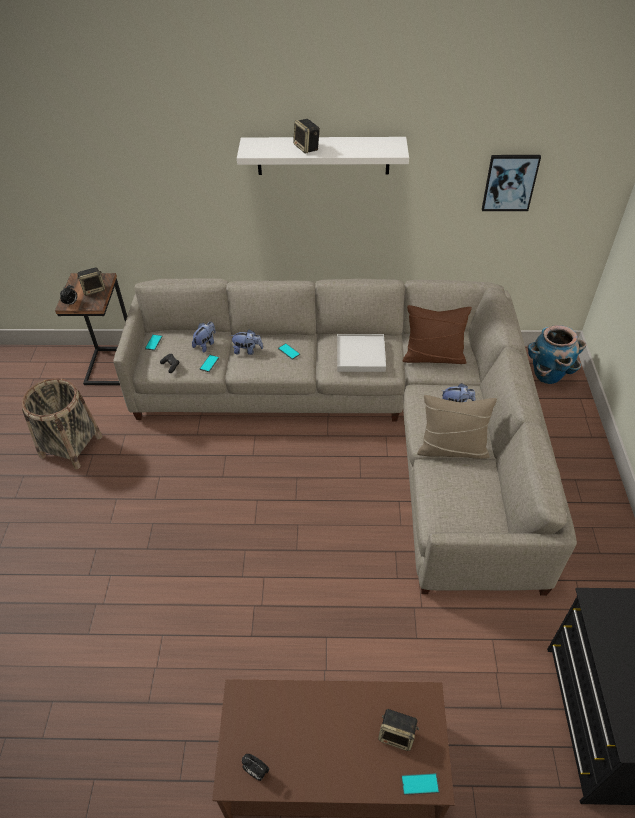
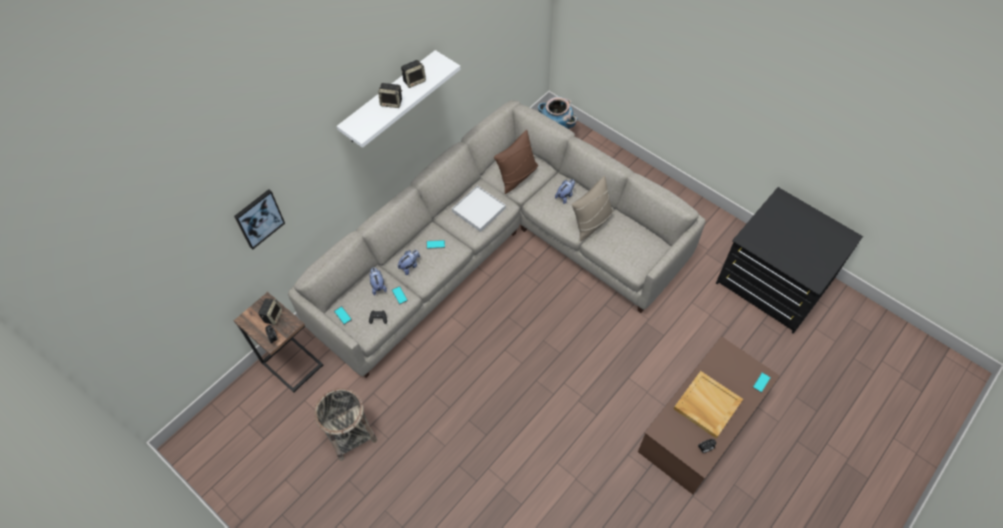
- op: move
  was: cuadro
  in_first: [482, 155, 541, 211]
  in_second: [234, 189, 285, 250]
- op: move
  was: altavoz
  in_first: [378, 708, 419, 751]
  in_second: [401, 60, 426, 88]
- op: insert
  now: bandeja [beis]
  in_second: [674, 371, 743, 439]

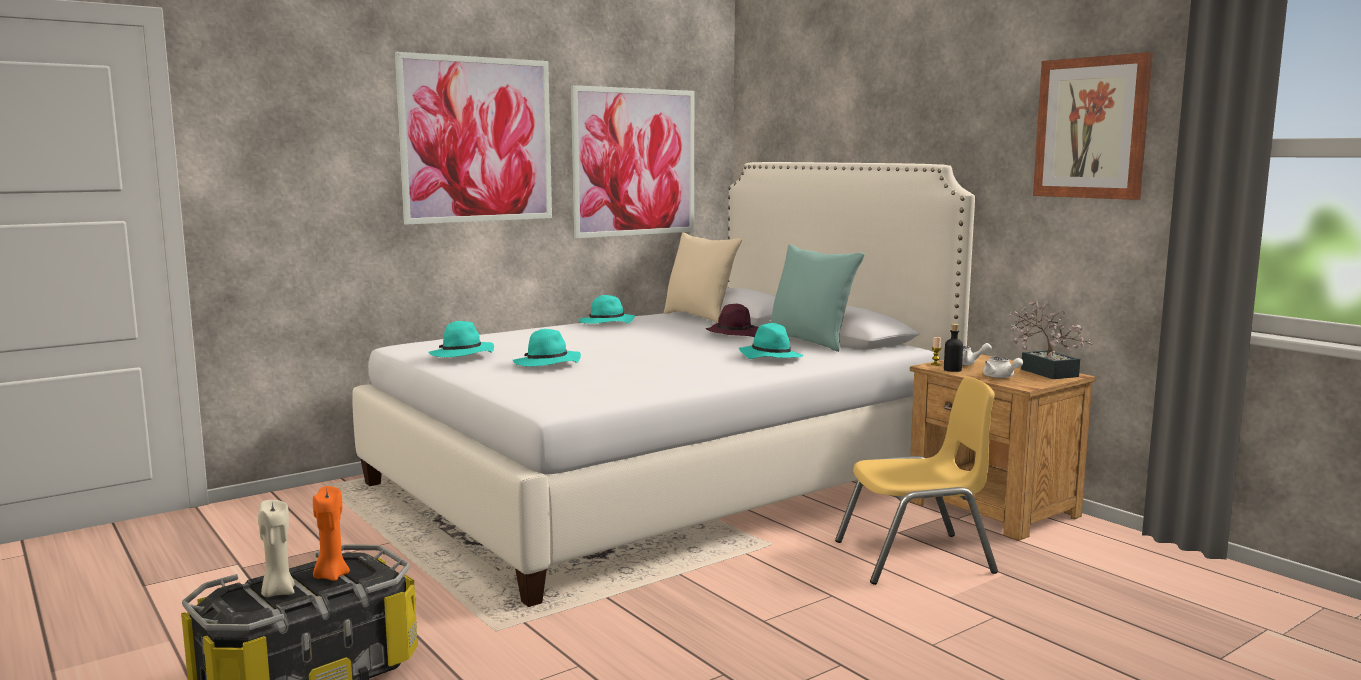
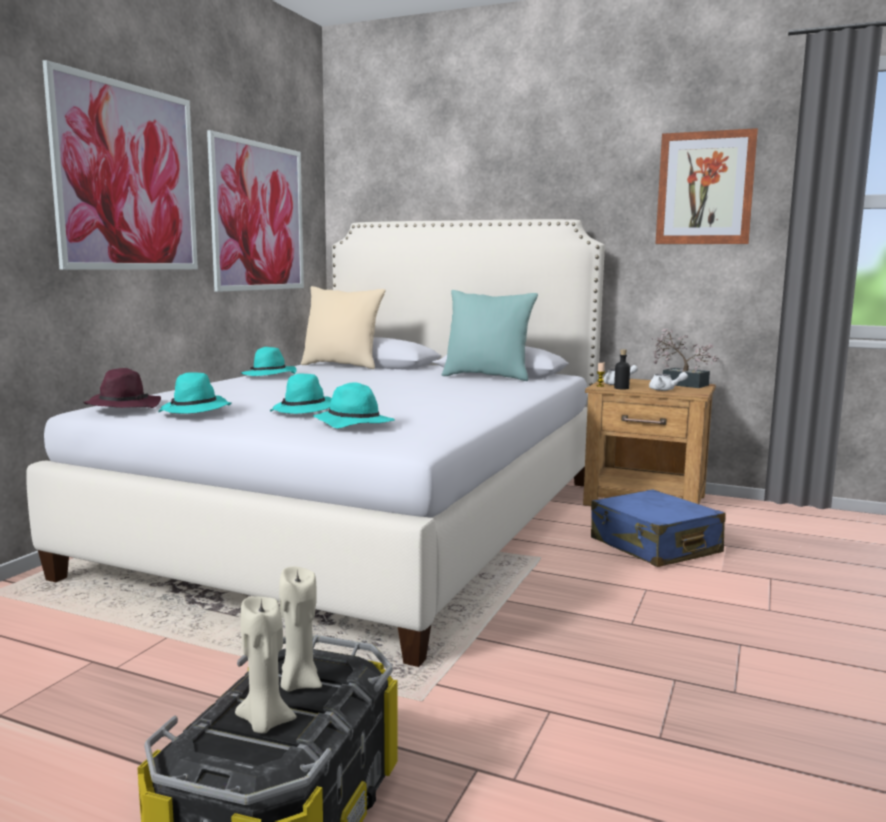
- op: move
  was: sombrero [morado]
  in_first: [705, 304, 758, 337]
  in_second: [83, 368, 161, 408]
- op: recolor
  was: vela [naranja]
  now: vela [beis]
  in_first: [313, 486, 350, 581]
  in_second: [279, 566, 322, 692]
- op: move
  was: sombrero [turquesa]
  in_first: [739, 323, 803, 359]
  in_second: [313, 382, 395, 428]
- op: replace
  was: silla [amarillo]
  now: maleta [azul]
  in_first: [835, 377, 998, 585]
  in_second: [591, 489, 726, 567]

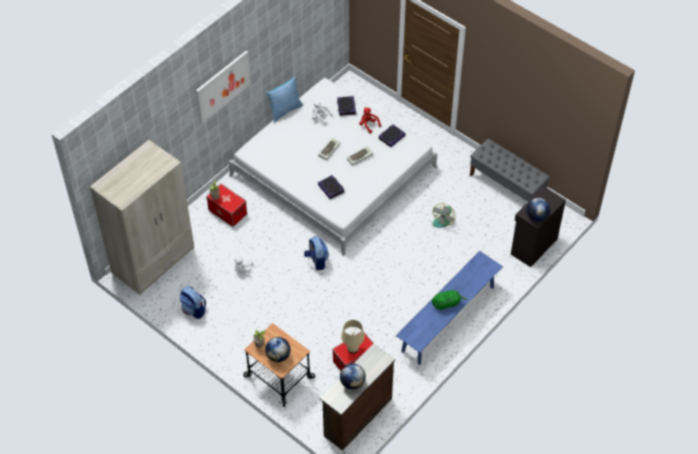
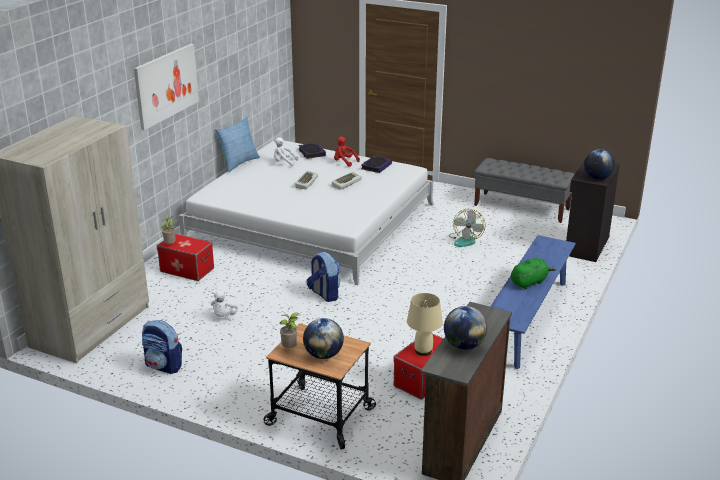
- op: delete
  was: libro
  in_first: [318, 175, 345, 199]

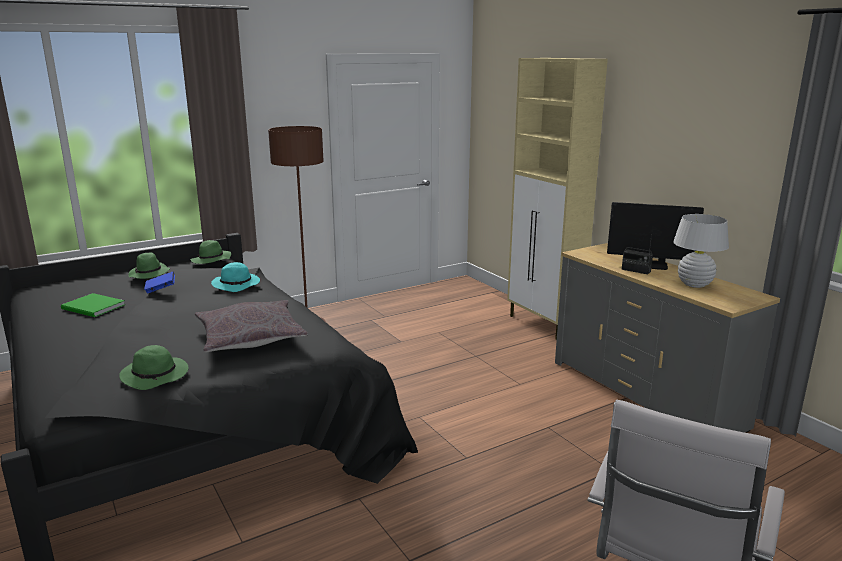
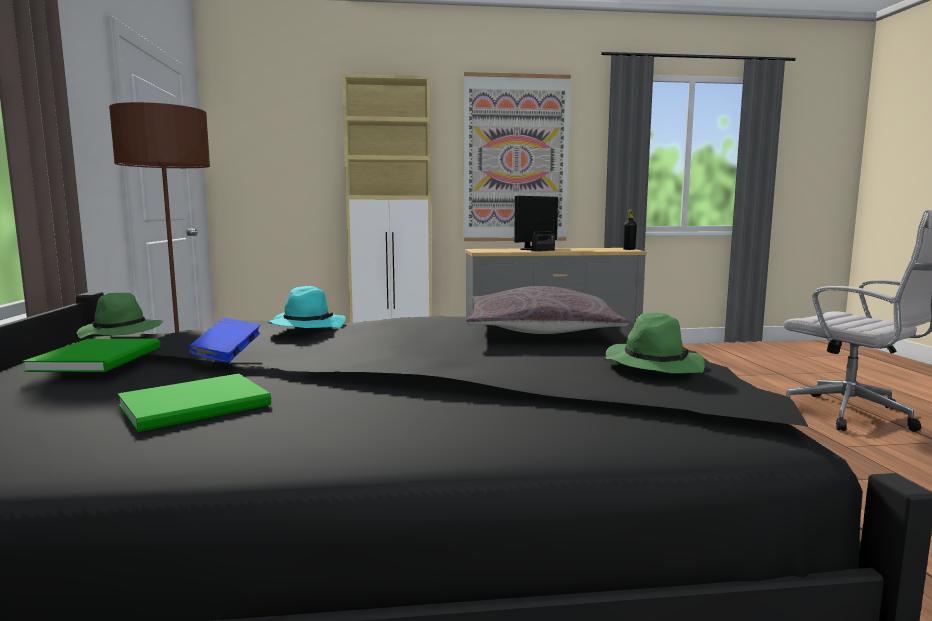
- op: replace
  was: sombrero [verde]
  now: libro [verde]
  in_first: [128, 253, 170, 279]
  in_second: [23, 339, 160, 372]
- op: insert
  now: cuadro
  in_second: [464, 72, 571, 241]
- op: insert
  now: botella [negro]
  in_second: [623, 210, 637, 250]
- op: delete
  was: lámpara de mesa [blanco]
  in_first: [673, 214, 729, 288]

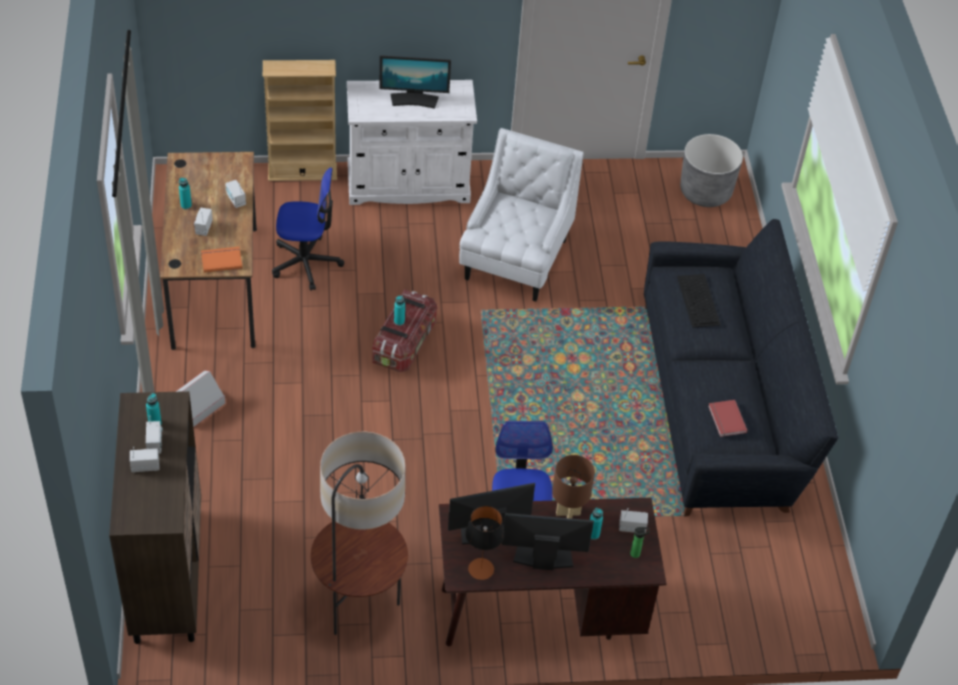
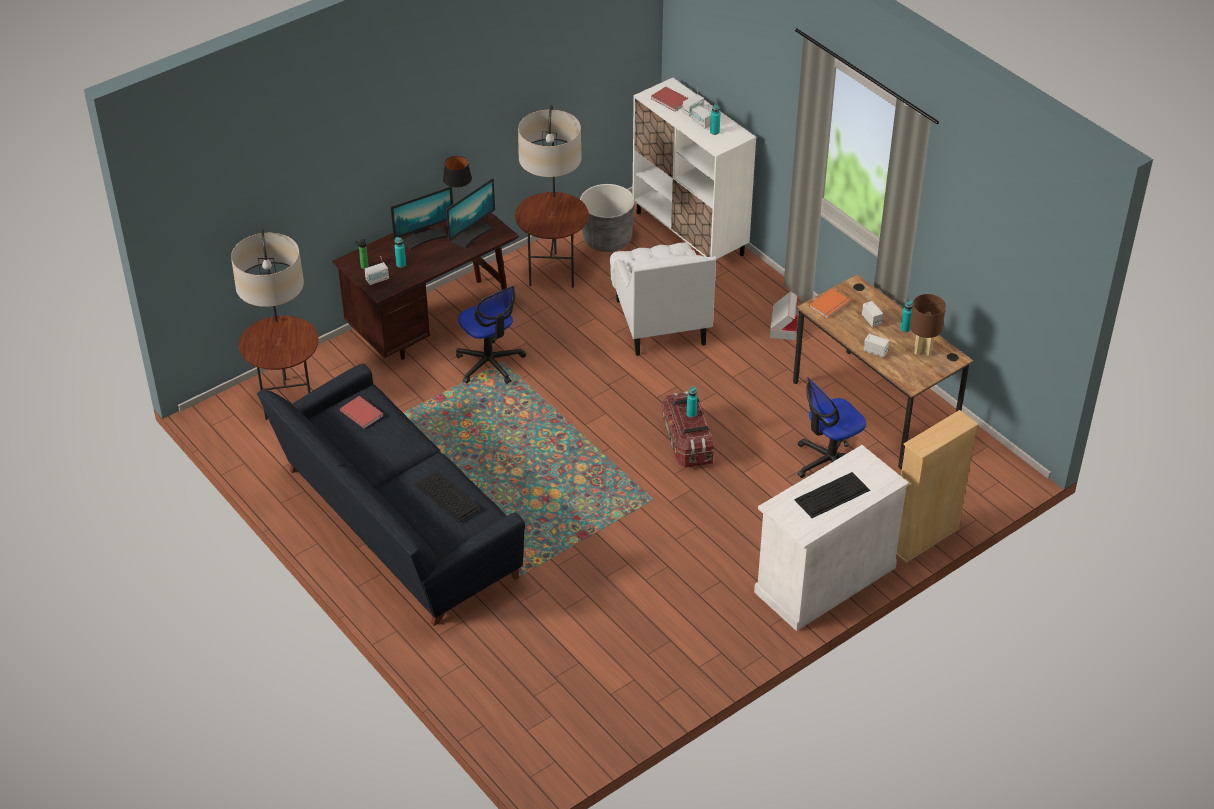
- op: insert
  now: lámpara de pie
  in_second: [231, 228, 319, 420]
- op: move
  was: maceta [gris]
  in_first: [680, 134, 743, 207]
  in_second: [580, 184, 635, 252]
- op: move
  was: sillón [blanco]
  in_first: [459, 128, 584, 302]
  in_second: [610, 242, 716, 356]
- op: recolor
  was: armario [marrón]
  now: armario [blanco]
  in_first: [109, 391, 201, 644]
  in_second: [633, 78, 756, 259]
- op: insert
  now: libro [rojo]
  in_second: [651, 87, 689, 112]
- op: replace
  was: monitor
  now: teclado
  in_first: [379, 55, 451, 109]
  in_second: [794, 472, 870, 518]
- op: move
  was: lámpara de mesa [marrón]
  in_first: [552, 455, 595, 519]
  in_second: [910, 294, 946, 356]

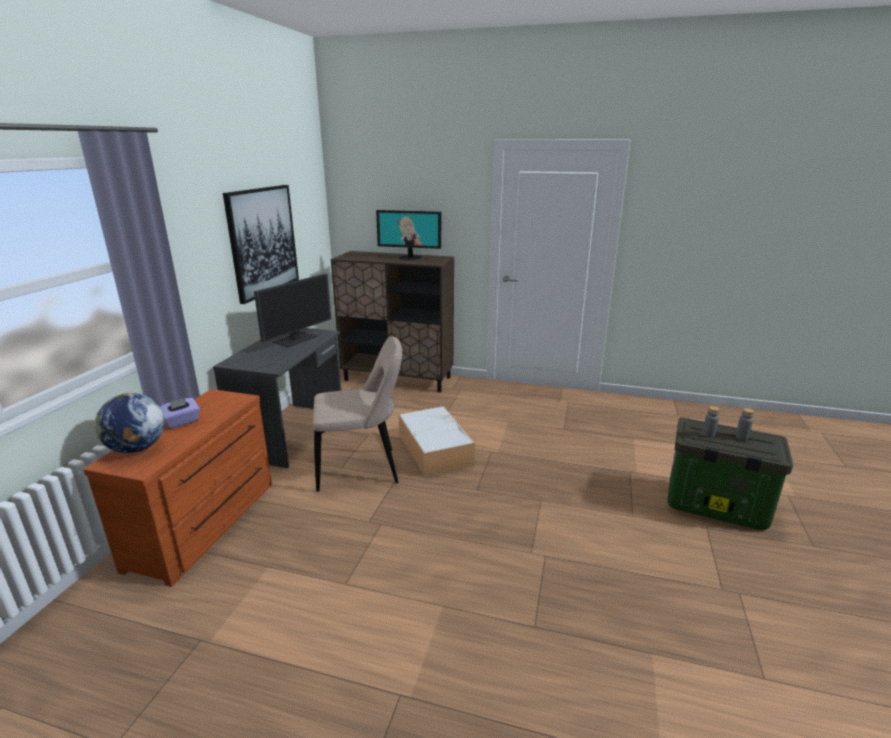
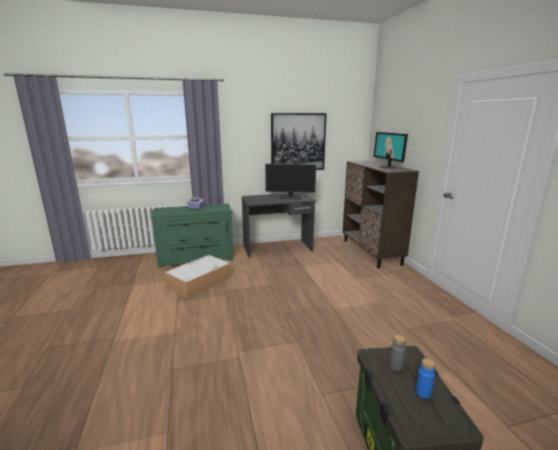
- op: recolor
  was: cómoda [marrón]
  now: cómoda [verde]
  in_first: [83, 389, 272, 587]
  in_second: [151, 204, 234, 268]
- op: move
  was: caja de almacenaje
  in_first: [398, 406, 475, 477]
  in_second: [164, 255, 231, 299]
- op: recolor
  was: botella [gris]
  now: botella [azul]
  in_first: [735, 408, 754, 440]
  in_second: [415, 358, 435, 399]
- op: delete
  was: globo terráqueo
  in_first: [95, 393, 165, 453]
- op: delete
  was: silla [beis]
  in_first: [313, 336, 402, 492]

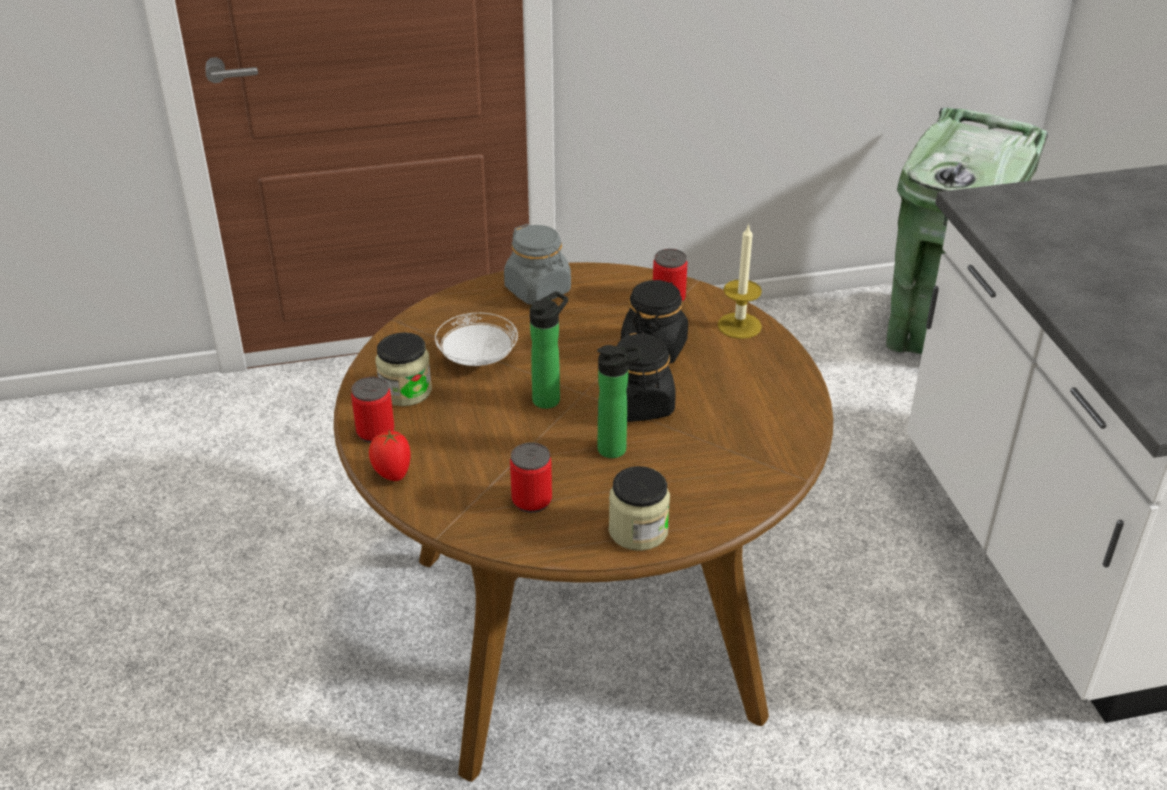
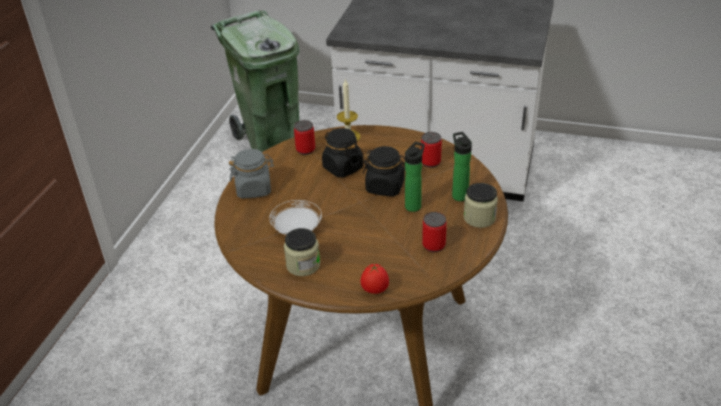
- op: move
  was: lata
  in_first: [351, 377, 394, 443]
  in_second: [421, 132, 442, 168]
- op: move
  was: botella
  in_first: [530, 291, 568, 409]
  in_second: [452, 132, 472, 201]

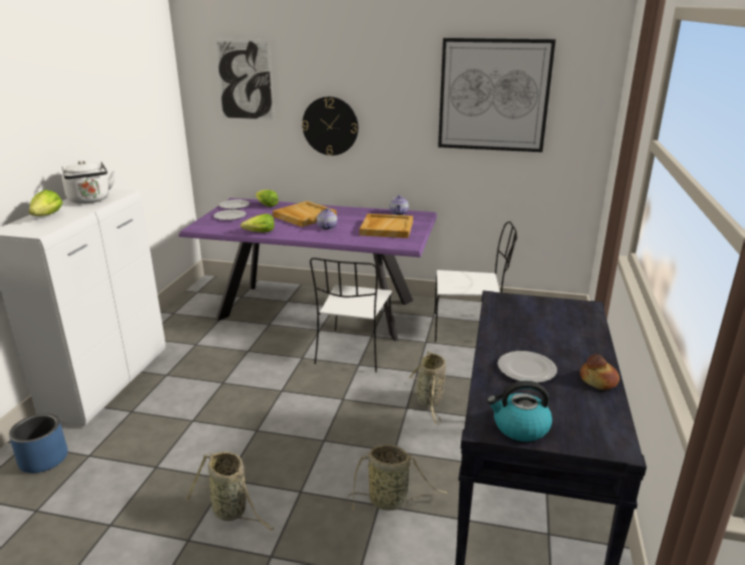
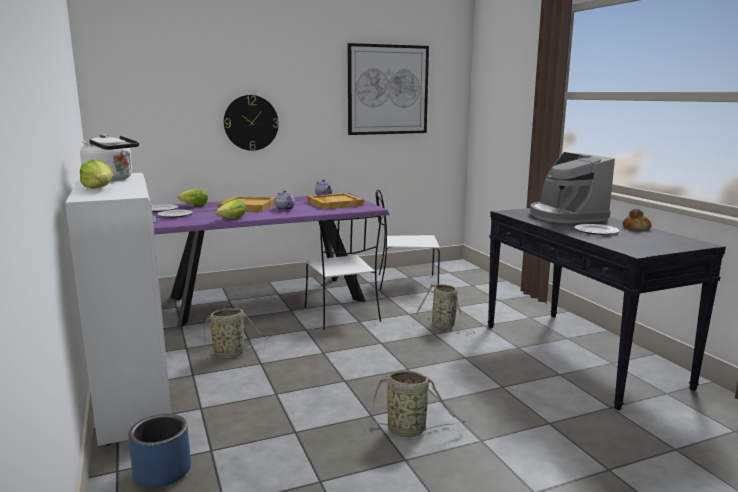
- op: move
  was: cesta
  in_first: [347, 444, 447, 510]
  in_second: [198, 308, 271, 360]
- op: rotate
  was: silla [blanco]
  in_first: [434, 221, 517, 342]
  in_second: [375, 190, 440, 290]
  clockwise: -150
- op: insert
  now: cafetera
  in_second: [530, 152, 615, 223]
- op: delete
  was: cuadro
  in_first: [214, 39, 275, 121]
- op: delete
  was: hervidor
  in_first: [487, 381, 552, 442]

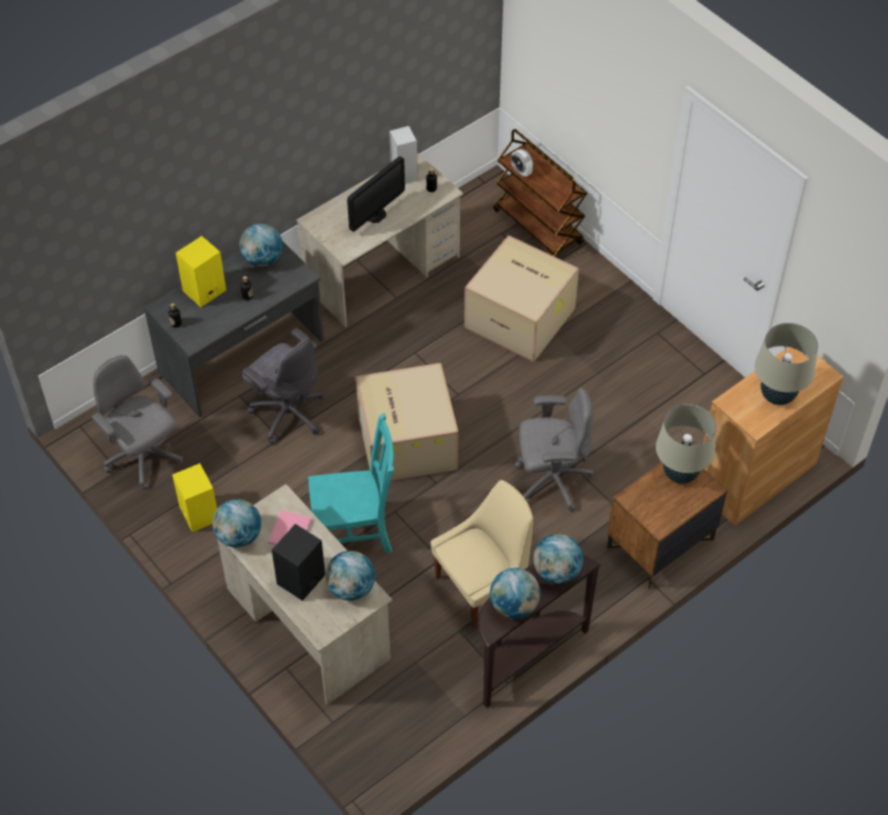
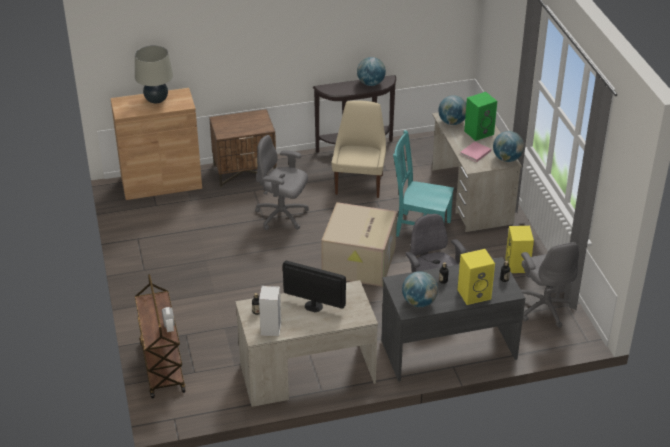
- op: rotate
  was: monitor
  in_first: [347, 156, 405, 232]
  in_second: [283, 261, 346, 312]
  clockwise: 45
- op: rotate
  was: silla [beis]
  in_first: [431, 480, 533, 628]
  in_second: [331, 100, 386, 198]
  clockwise: 105
- op: recolor
  was: altavoz [negro]
  now: altavoz [verde]
  in_first: [272, 524, 325, 601]
  in_second: [464, 92, 497, 141]
- op: delete
  was: caja de cartón
  in_first: [464, 235, 579, 362]
- op: delete
  was: globo terráqueo
  in_first: [533, 534, 583, 584]
- op: delete
  was: lámpara de mesa [beis]
  in_first: [656, 404, 716, 484]

